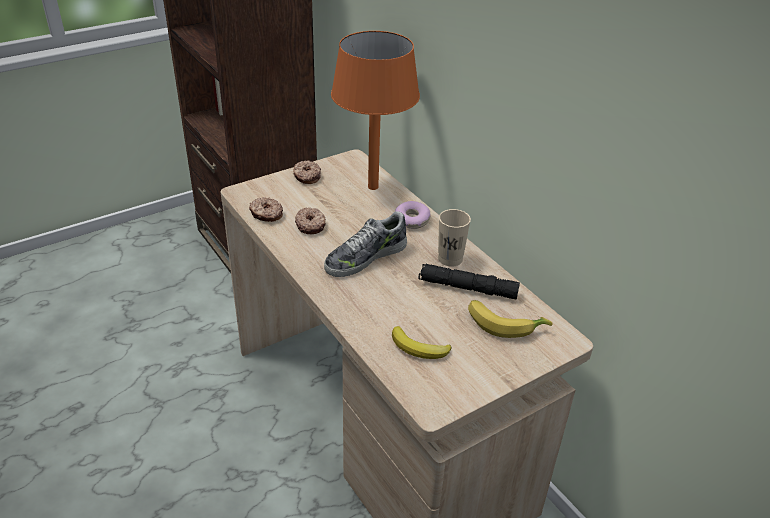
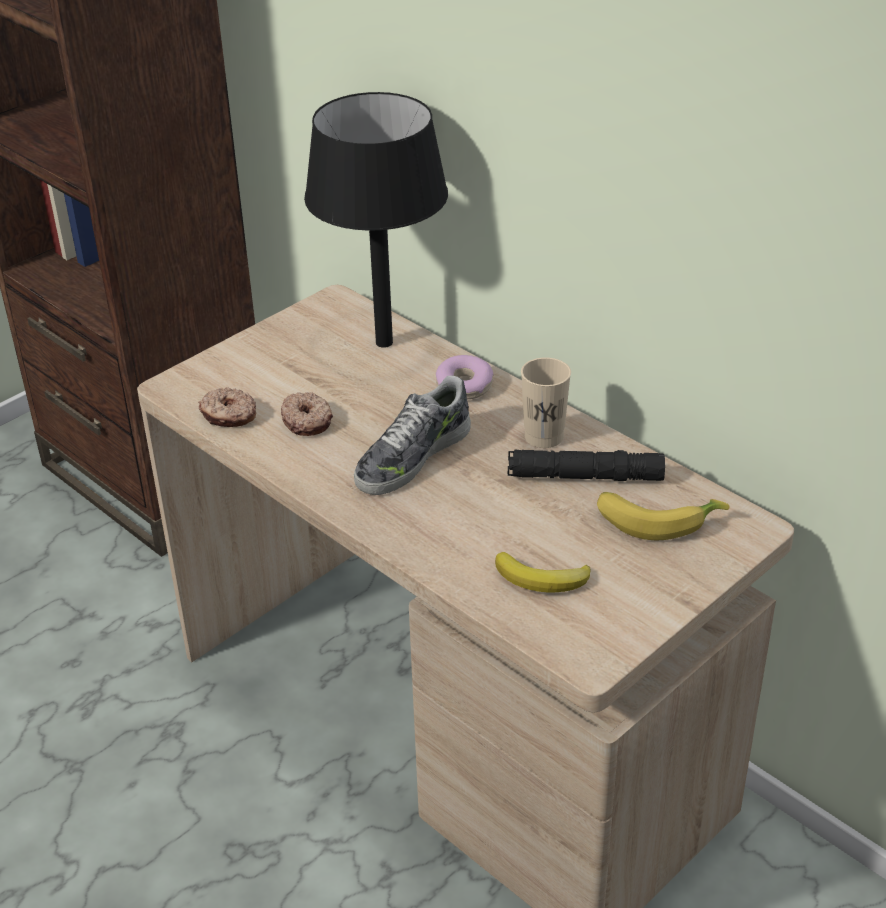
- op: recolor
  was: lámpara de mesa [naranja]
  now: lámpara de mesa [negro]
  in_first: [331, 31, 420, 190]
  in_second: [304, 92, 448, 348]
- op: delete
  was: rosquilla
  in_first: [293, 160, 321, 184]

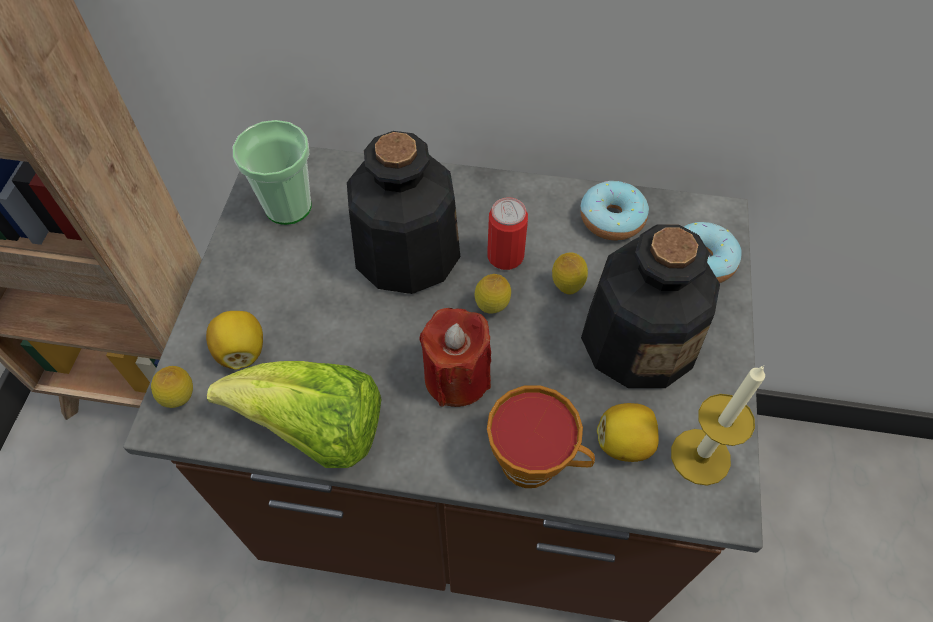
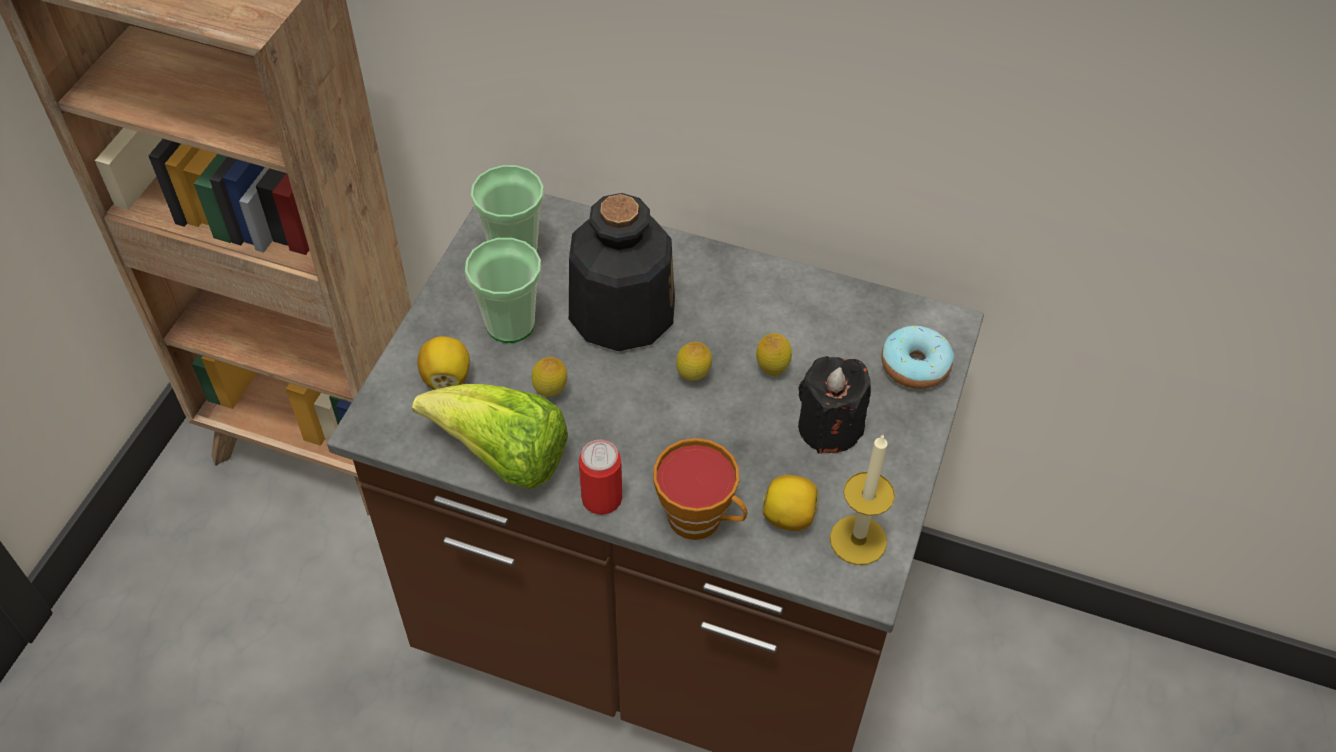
- op: insert
  now: taza
  in_second: [465, 238, 541, 343]
- op: move
  was: limón
  in_first: [151, 366, 193, 408]
  in_second: [531, 357, 567, 396]
- op: move
  was: lata
  in_first: [487, 197, 528, 270]
  in_second: [579, 440, 623, 515]
- op: replace
  was: botella
  now: vela [negro]
  in_first: [581, 224, 720, 388]
  in_second: [798, 356, 871, 454]
- op: delete
  was: vela [rojo]
  in_first: [419, 308, 491, 407]
- op: delete
  was: rosquilla
  in_first: [580, 181, 649, 241]

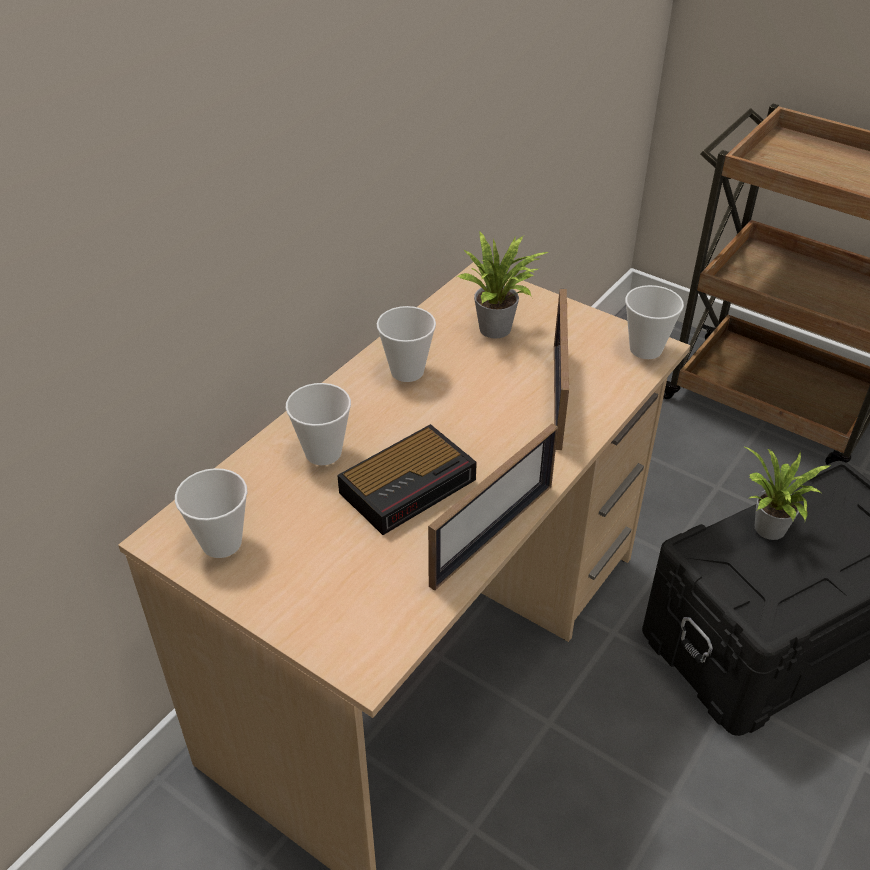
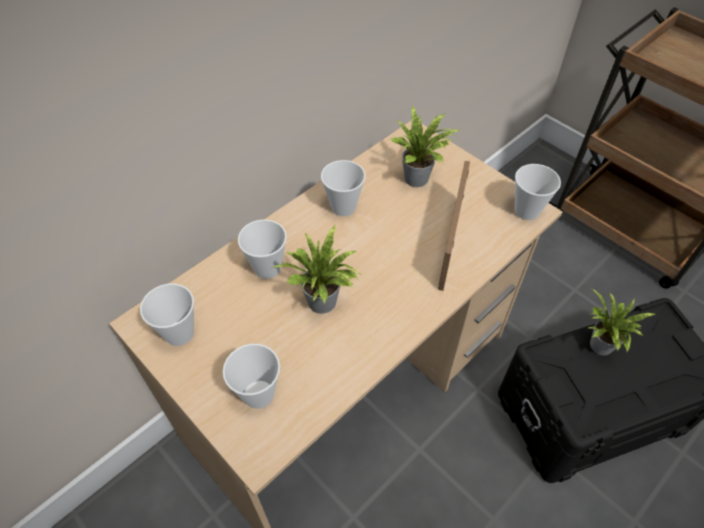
- op: insert
  now: taza
  in_second: [223, 344, 280, 409]
- op: replace
  was: despertador
  now: planta en maceta
  in_first: [337, 424, 477, 535]
  in_second: [272, 225, 363, 314]
- op: delete
  was: portarretratos
  in_first: [428, 424, 558, 591]

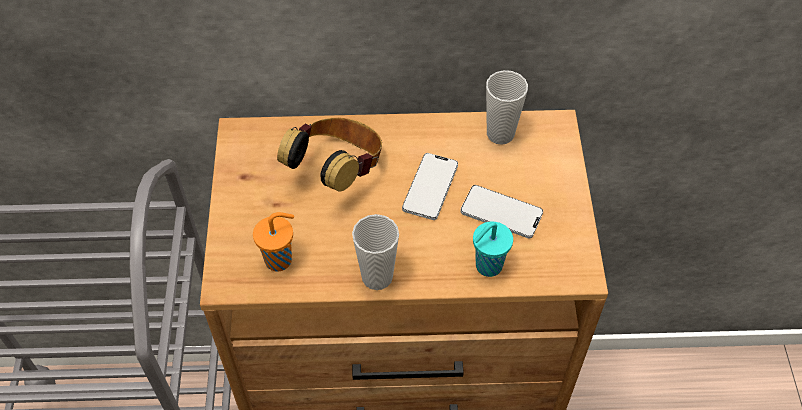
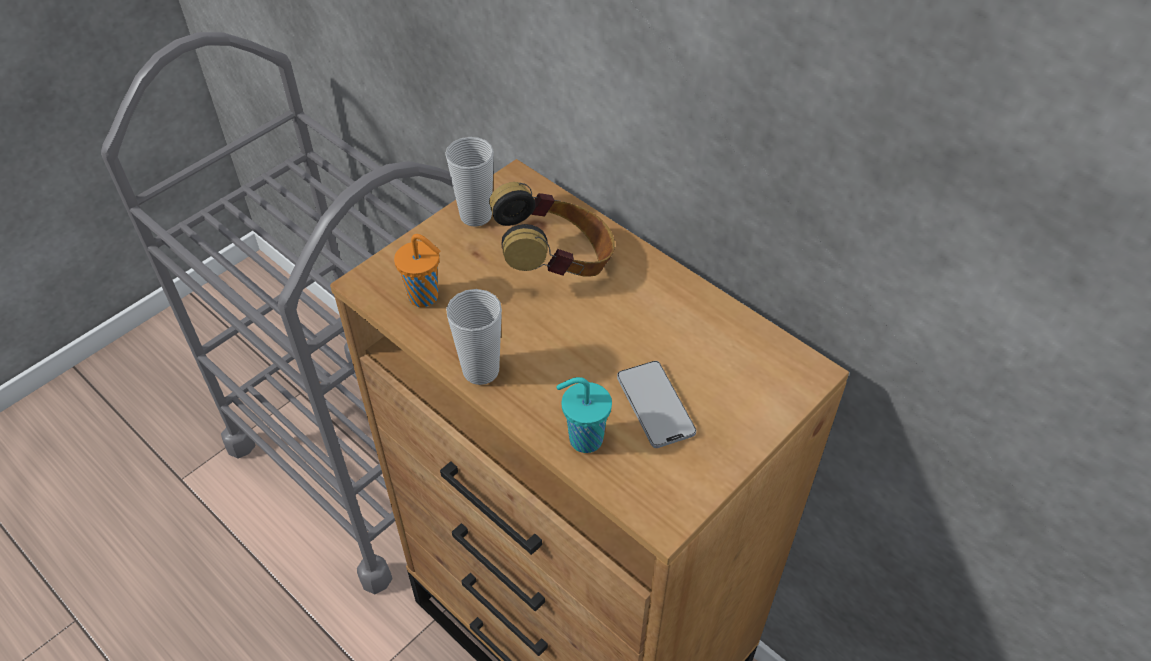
- op: move
  was: taza
  in_first: [486, 70, 528, 145]
  in_second: [445, 137, 494, 227]
- op: delete
  was: móvil
  in_first: [402, 153, 458, 220]

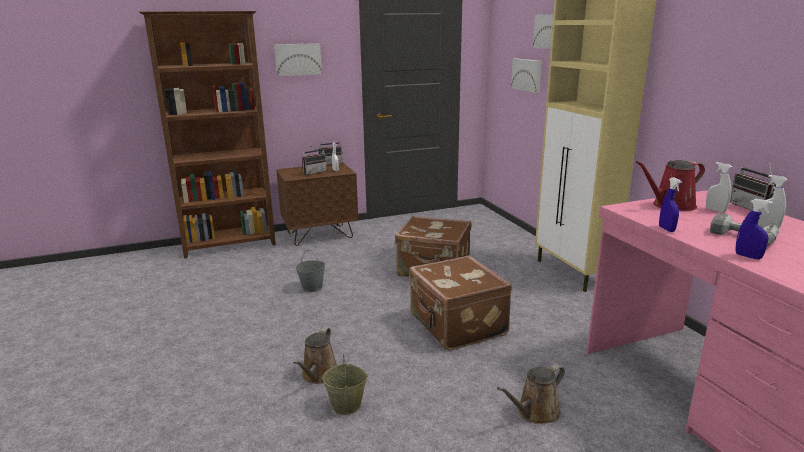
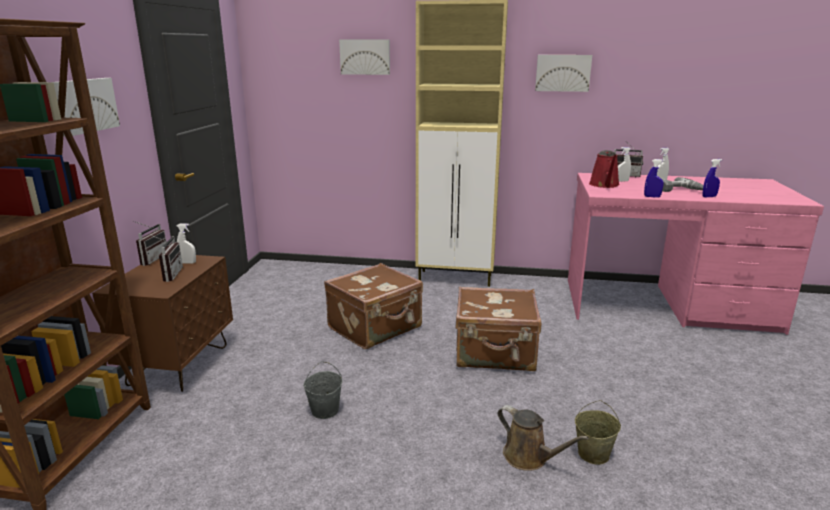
- op: move
  was: cuadro
  in_first: [511, 58, 542, 93]
  in_second: [535, 55, 592, 92]
- op: delete
  was: regadera [marrón]
  in_first: [497, 364, 565, 424]

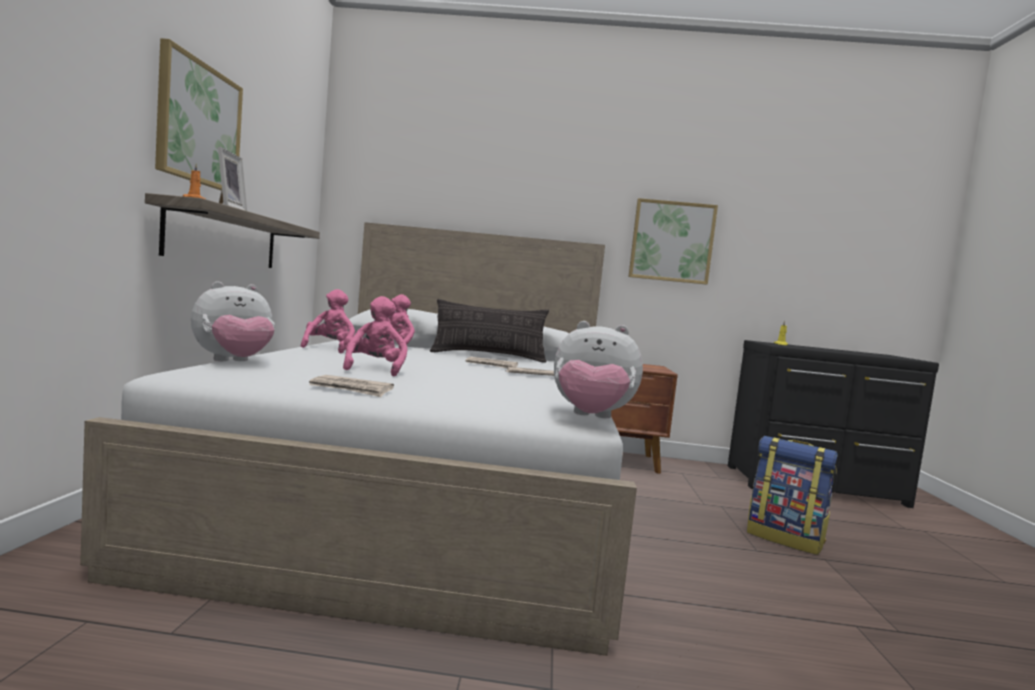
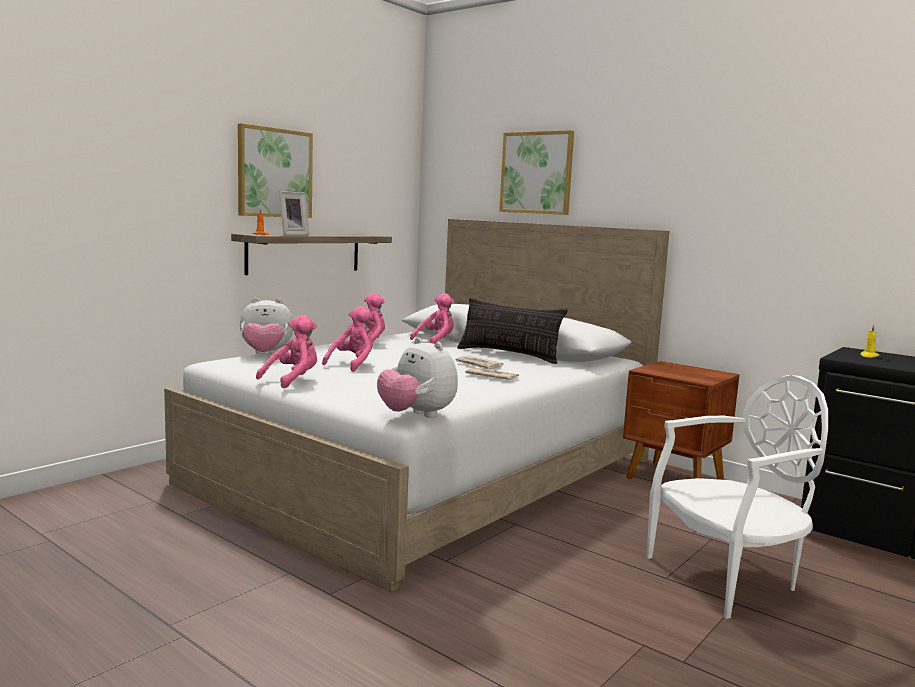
- op: replace
  was: periódico
  now: peluche [rosa]
  in_first: [309, 375, 394, 397]
  in_second: [256, 315, 317, 388]
- op: move
  was: cuadro
  in_first: [628, 198, 718, 284]
  in_second: [499, 130, 574, 215]
- op: replace
  was: mochila
  now: silla [blanco]
  in_first: [747, 436, 838, 555]
  in_second: [647, 375, 828, 619]

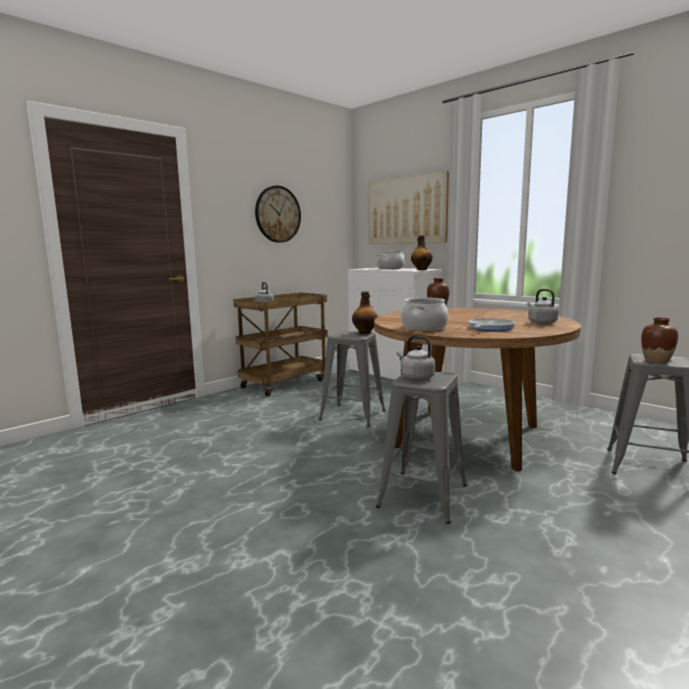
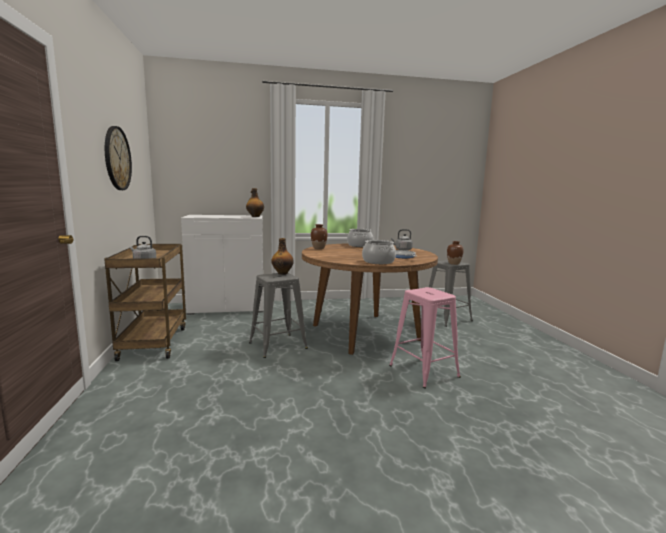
- op: move
  was: olla
  in_first: [377, 251, 404, 269]
  in_second: [347, 229, 373, 247]
- op: recolor
  was: taburete [gris]
  now: taburete [rosa]
  in_first: [376, 372, 467, 524]
  in_second: [389, 287, 461, 389]
- op: delete
  was: cuadro
  in_first: [368, 171, 449, 244]
- op: delete
  was: hervidor [gris]
  in_first: [396, 336, 435, 380]

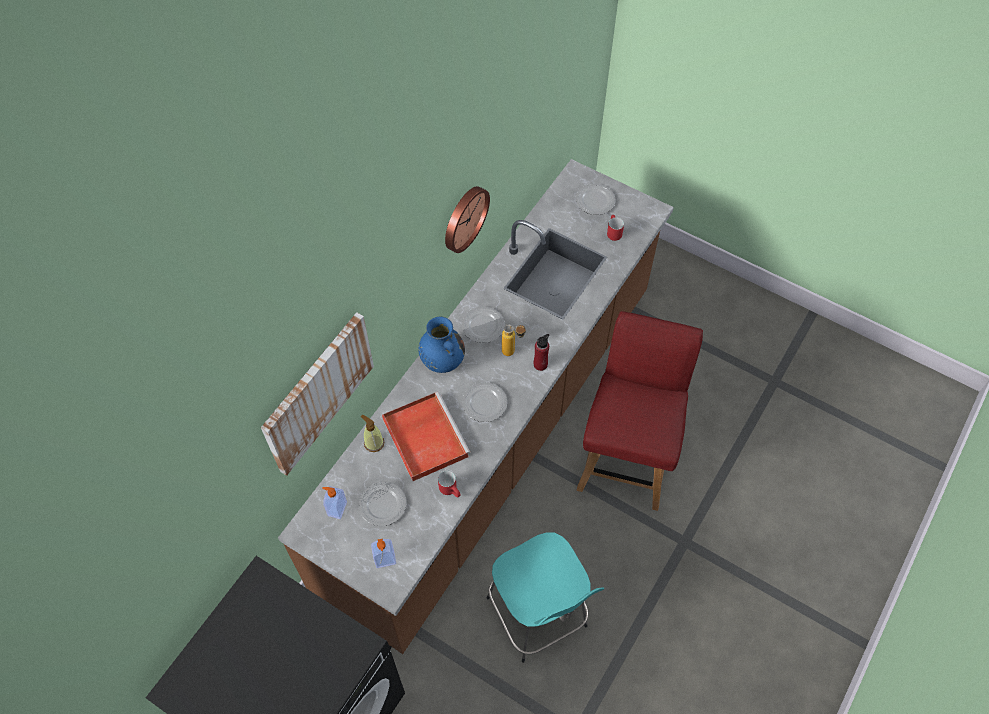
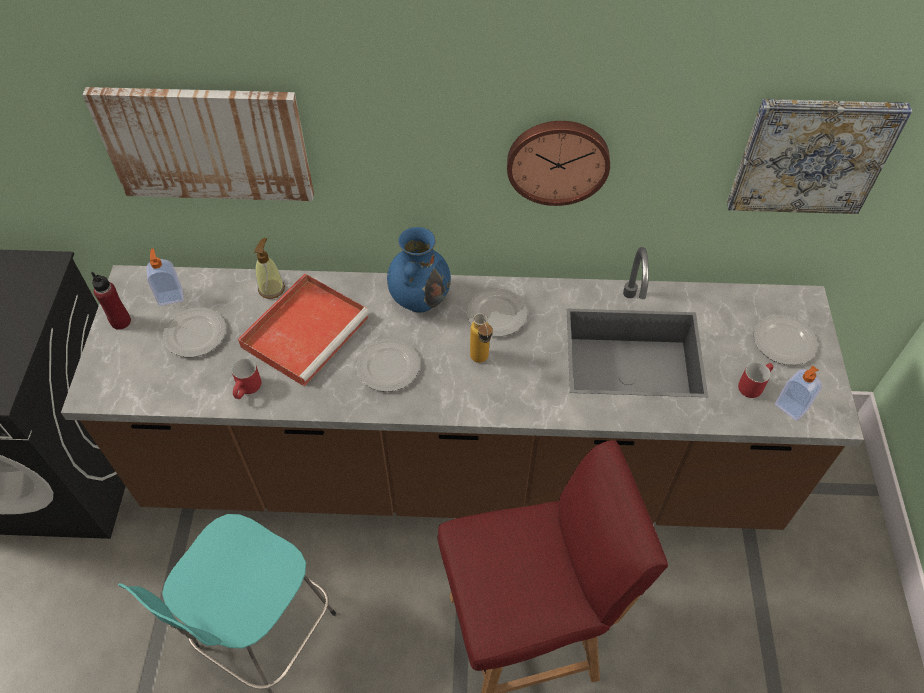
- op: move
  was: botella [rojo]
  in_first: [534, 334, 550, 371]
  in_second: [91, 272, 131, 330]
- op: insert
  now: cuadro
  in_second: [727, 99, 912, 214]
- op: move
  was: dispensador de jabón
  in_first: [371, 539, 396, 568]
  in_second: [775, 365, 822, 421]

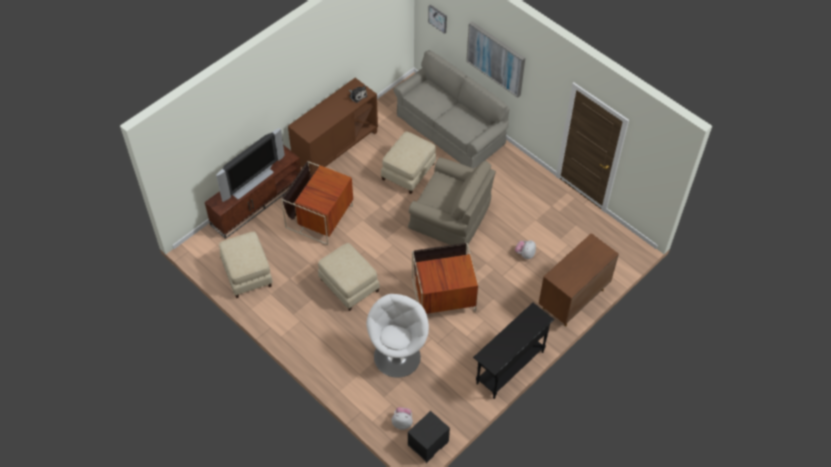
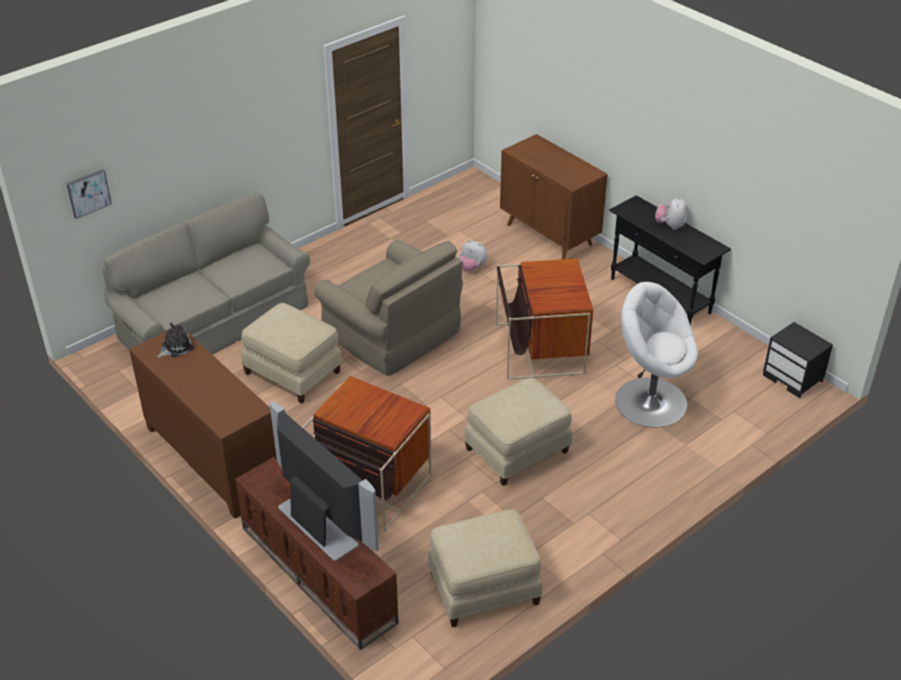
- op: rotate
  was: sillón [beis]
  in_first: [408, 157, 496, 247]
  in_second: [315, 239, 463, 376]
  clockwise: 105
- op: move
  was: peluche
  in_first: [392, 407, 413, 430]
  in_second: [655, 196, 687, 230]
- op: delete
  was: cuadro
  in_first: [466, 21, 525, 98]

